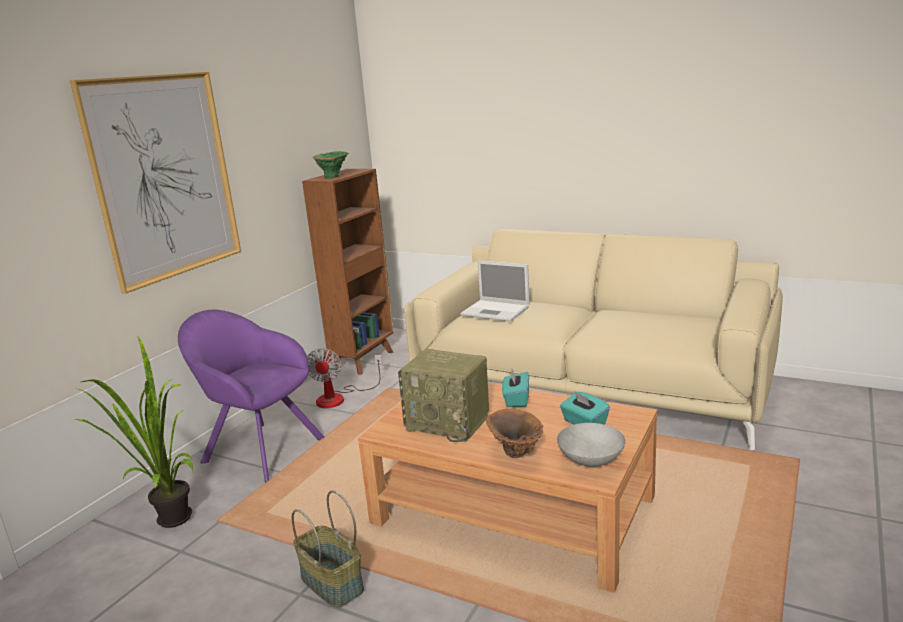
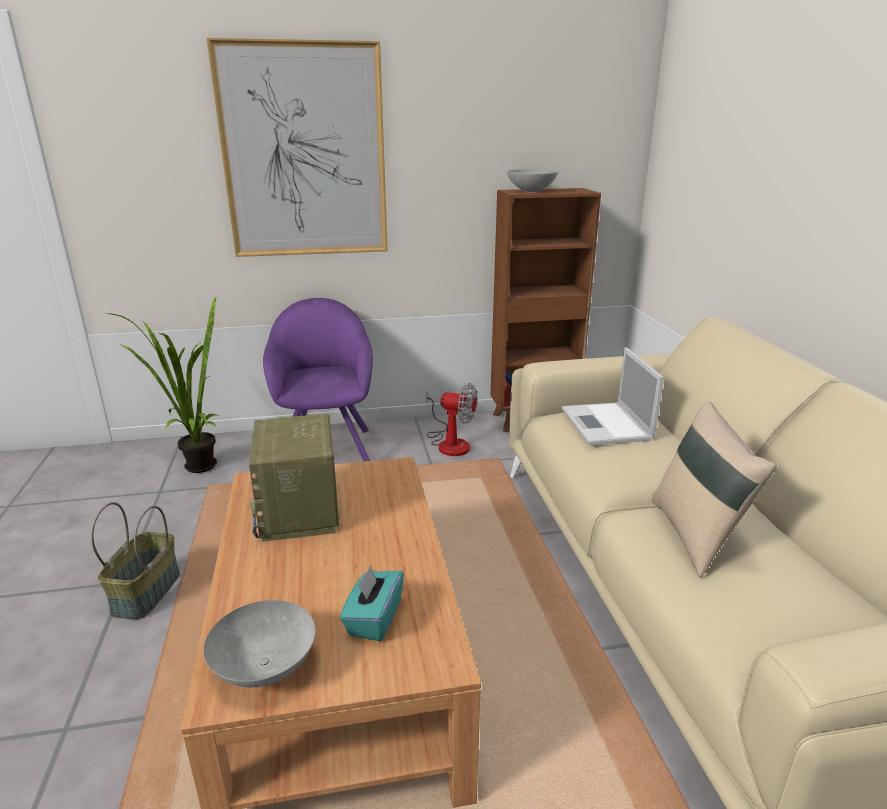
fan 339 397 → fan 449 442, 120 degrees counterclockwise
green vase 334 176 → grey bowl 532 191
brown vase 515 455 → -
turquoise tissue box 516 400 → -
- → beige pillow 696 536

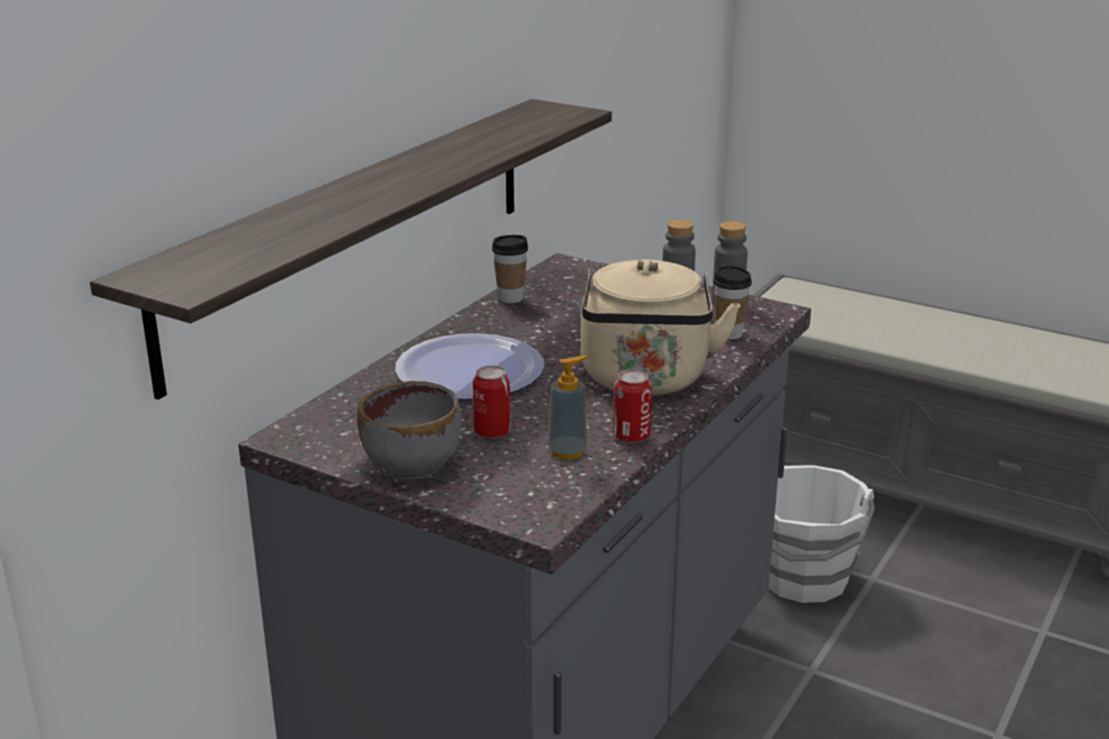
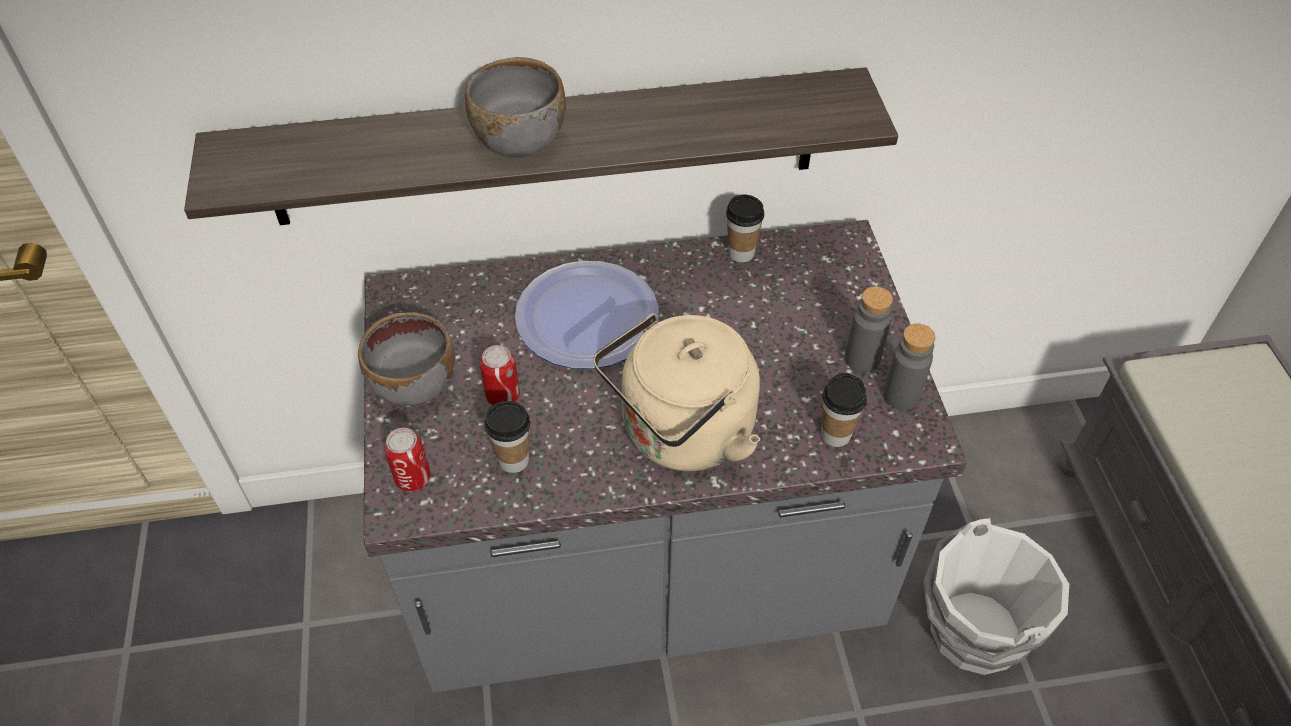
soap dispenser 567 451 → cup 513 460
can 631 436 → can 412 478, moved
- → grey bowl 519 139

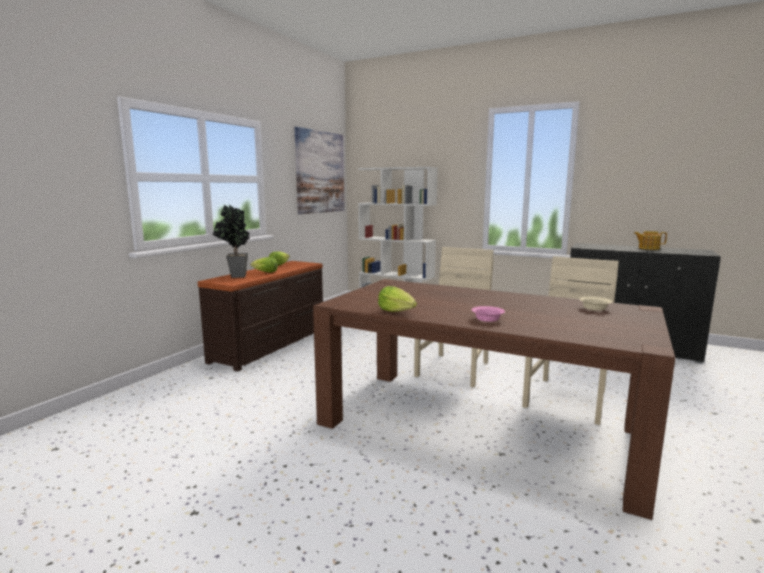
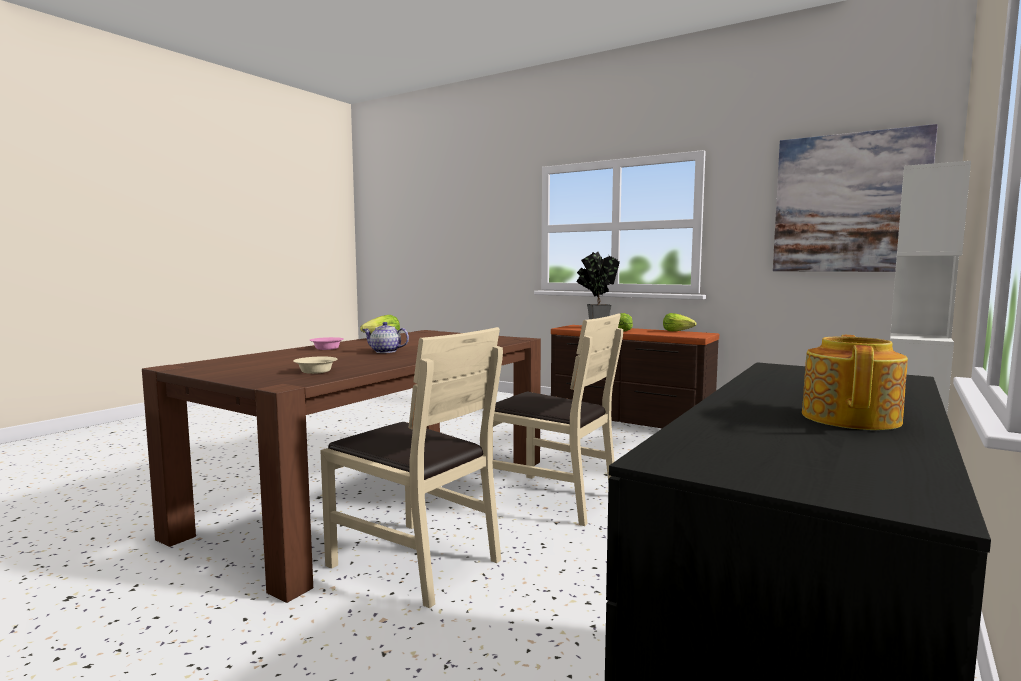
- → teapot 385 351

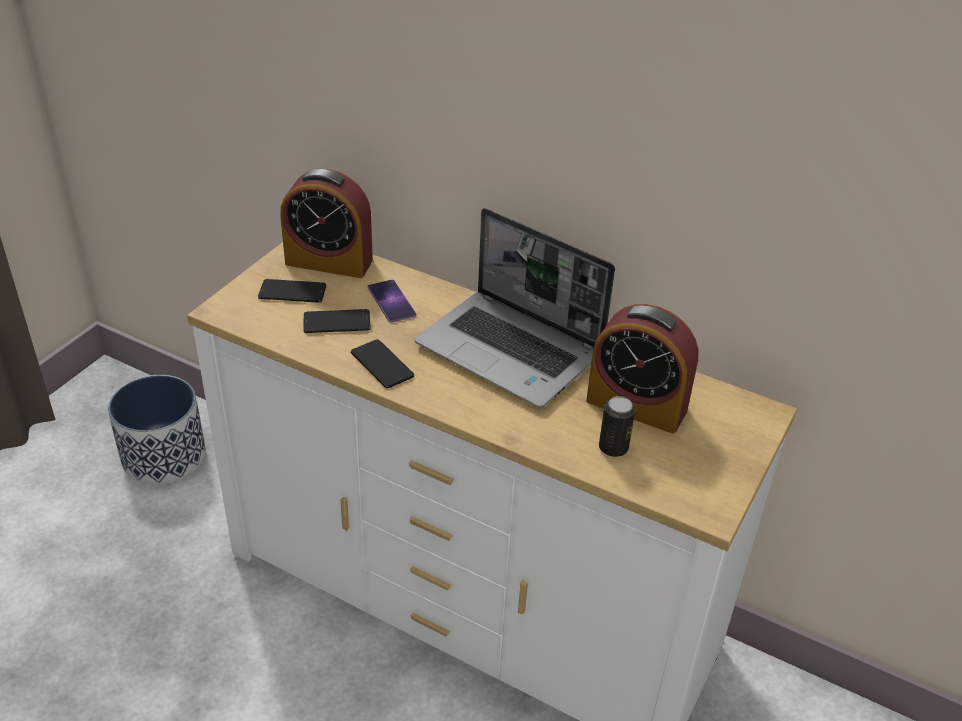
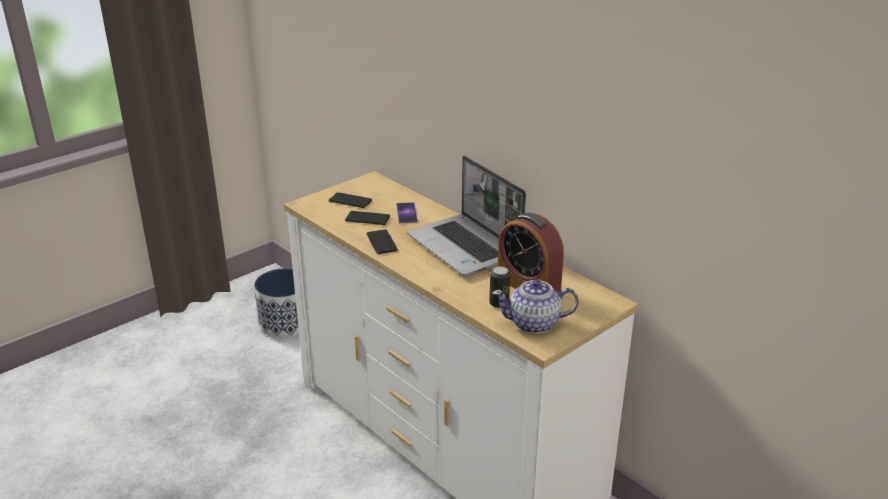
alarm clock 329 262 → -
- → teapot 534 324

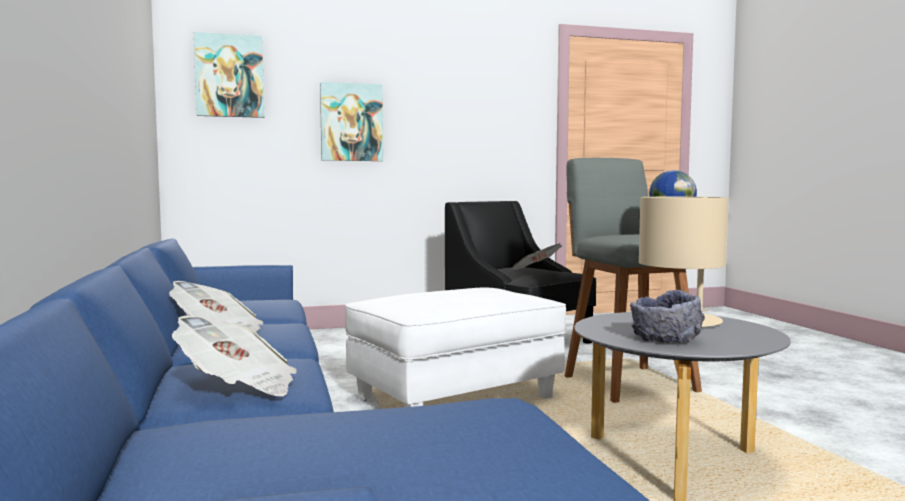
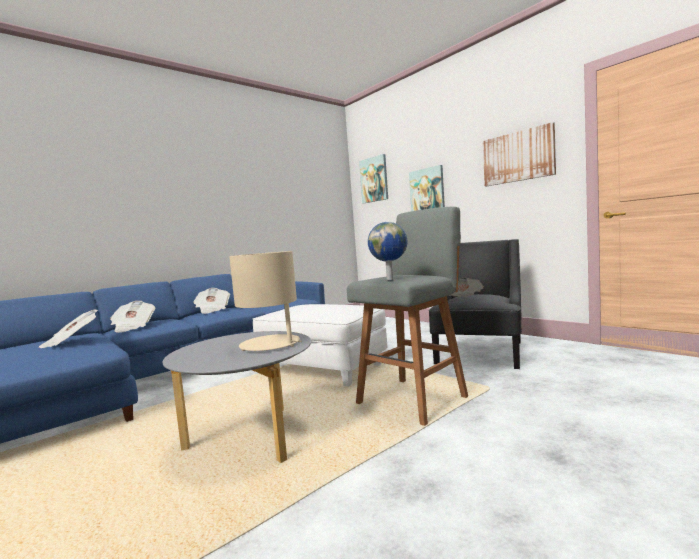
grey bowl 666 339 → -
- → newspaper 71 342
- → picture 518 156

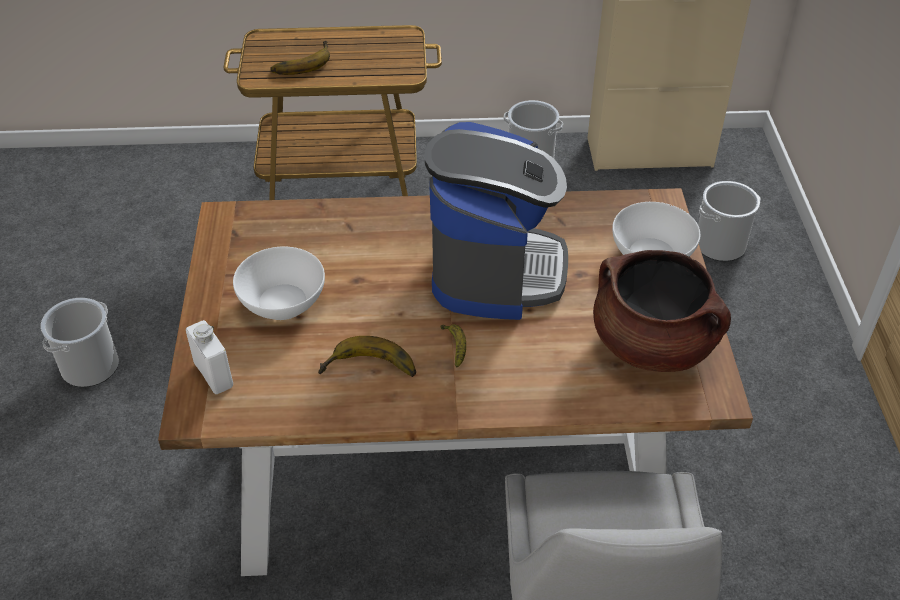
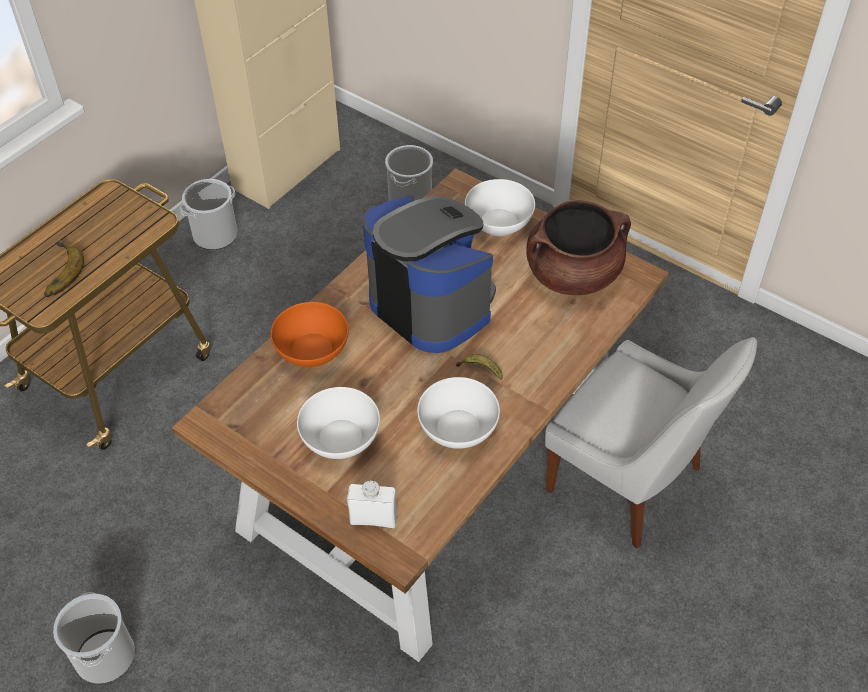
banana 369 371 → white bowl 457 428
- → orange bowl 311 350

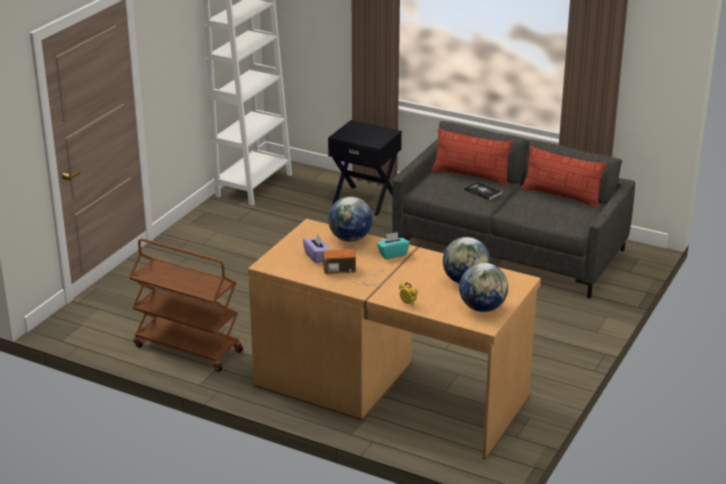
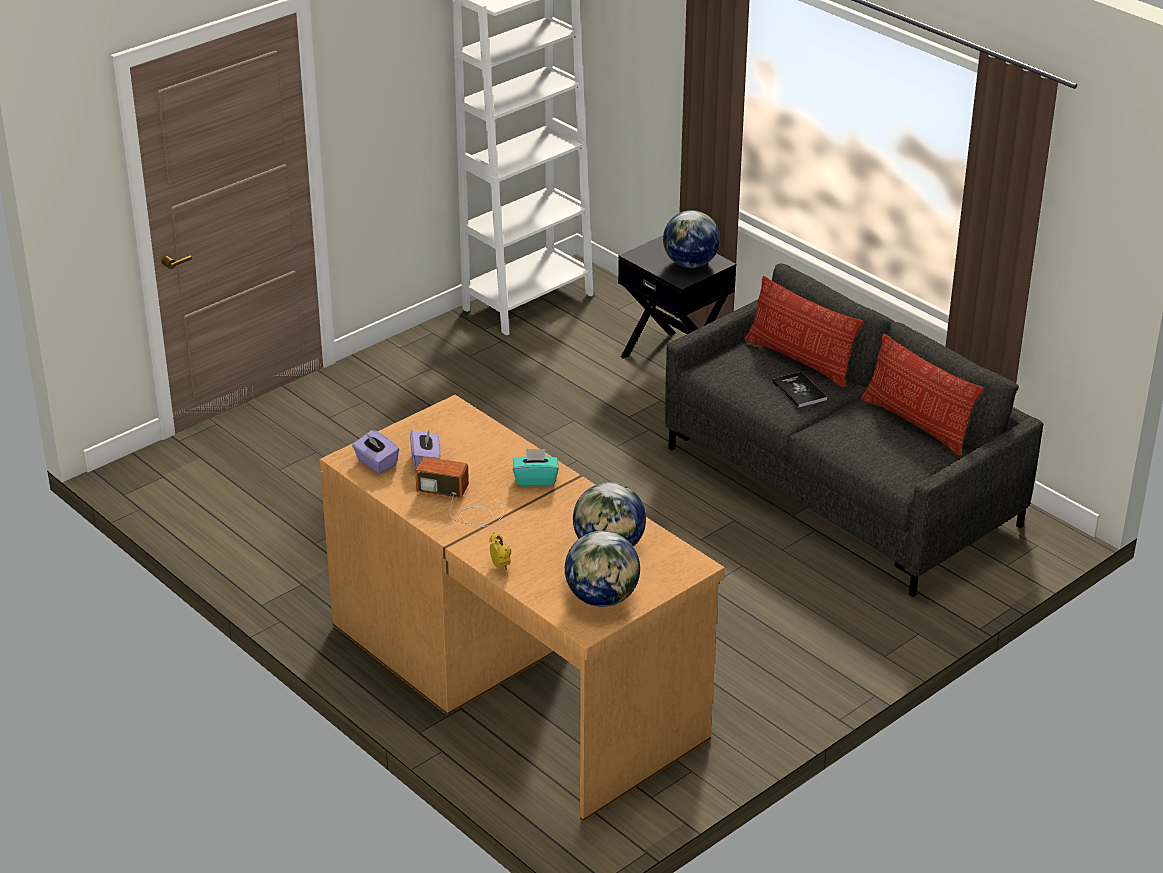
brown cart 187 349 → -
globe 350 238 → globe 690 264, moved
- → purple tissue box 376 463

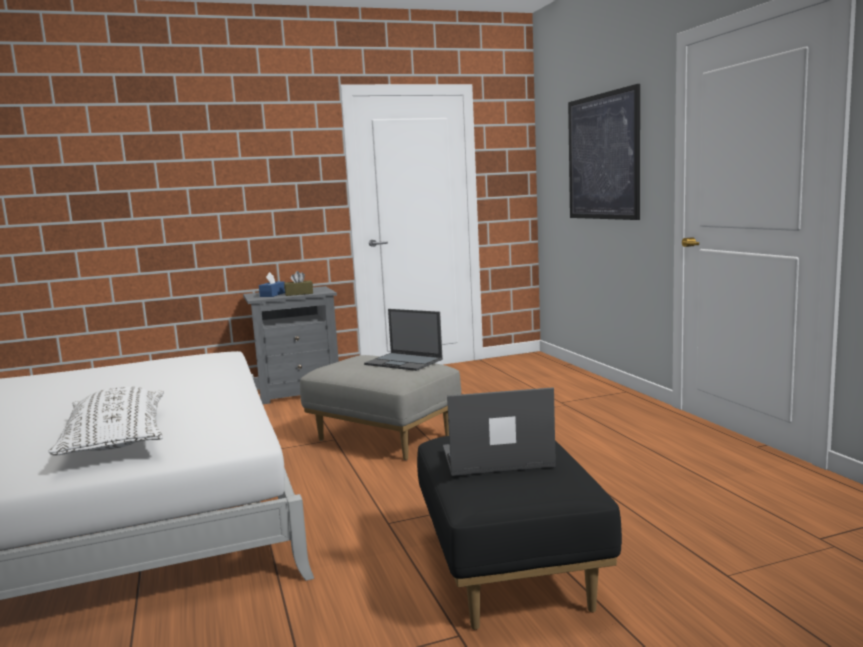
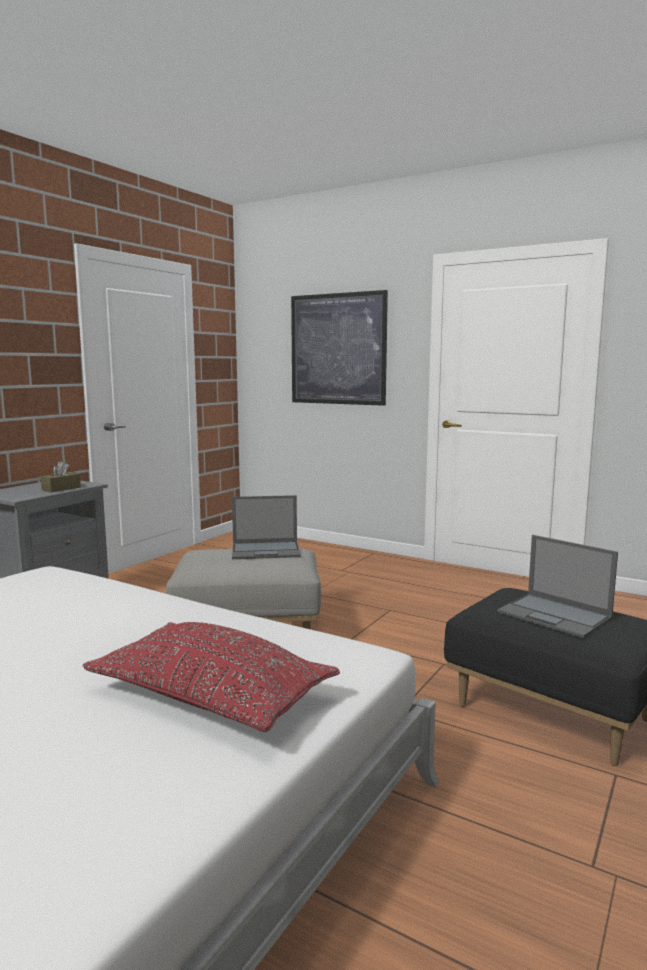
white pillow 117 440 → red pillow 210 696
blue tissue box 272 294 → -
laptop 495 457 → laptop 555 615, 90 degrees counterclockwise

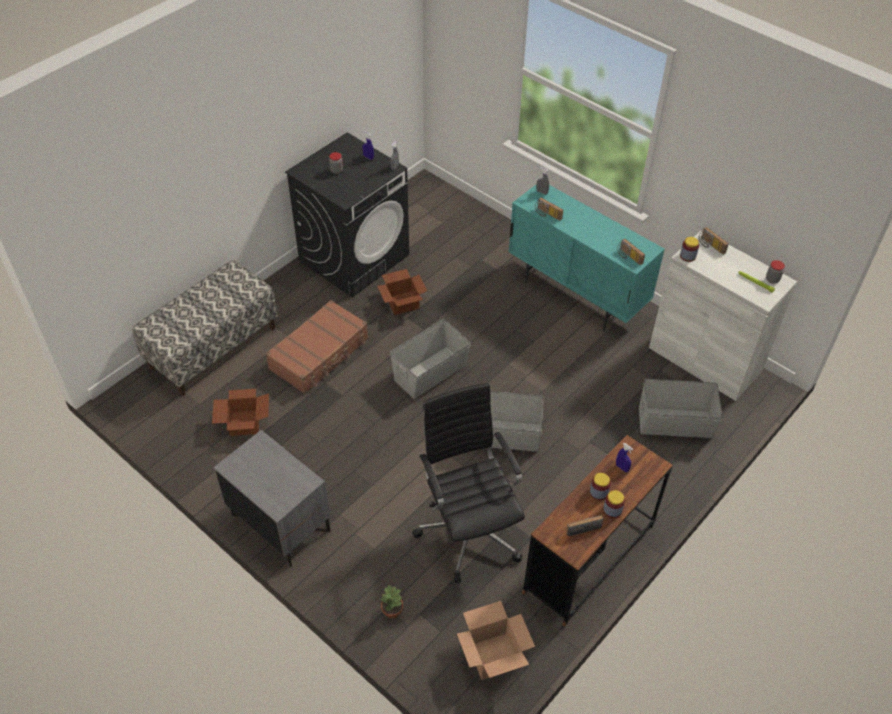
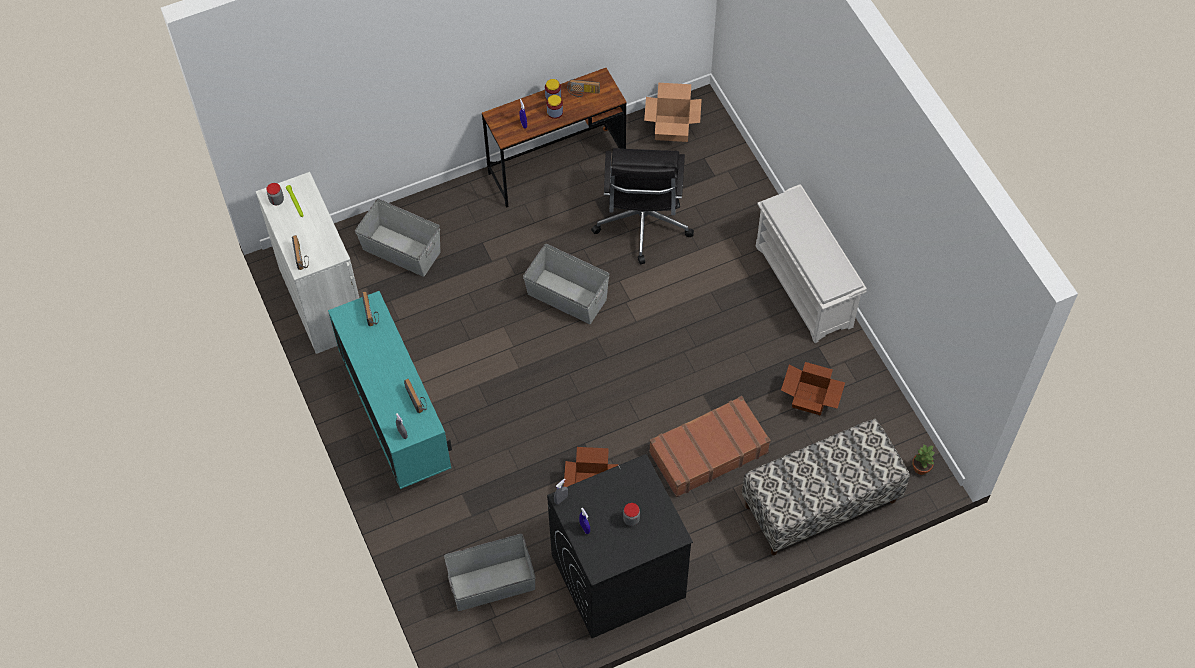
grey nightstand 279 523 → white shoe rack 805 287
potted plant 392 611 → potted plant 921 467, moved
grey storage box 431 372 → grey storage box 491 583, moved
jar 687 256 → -

